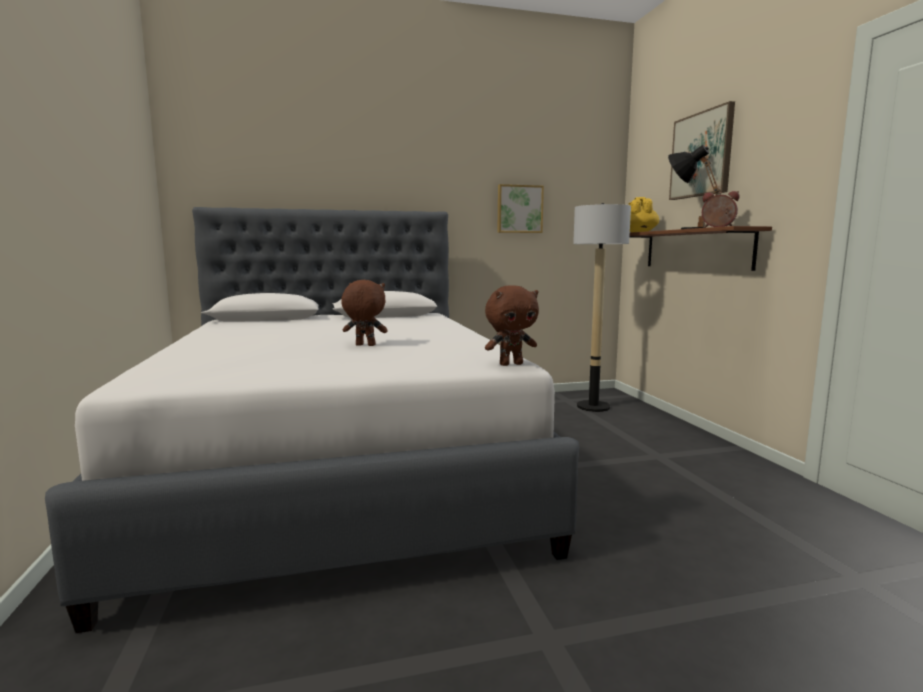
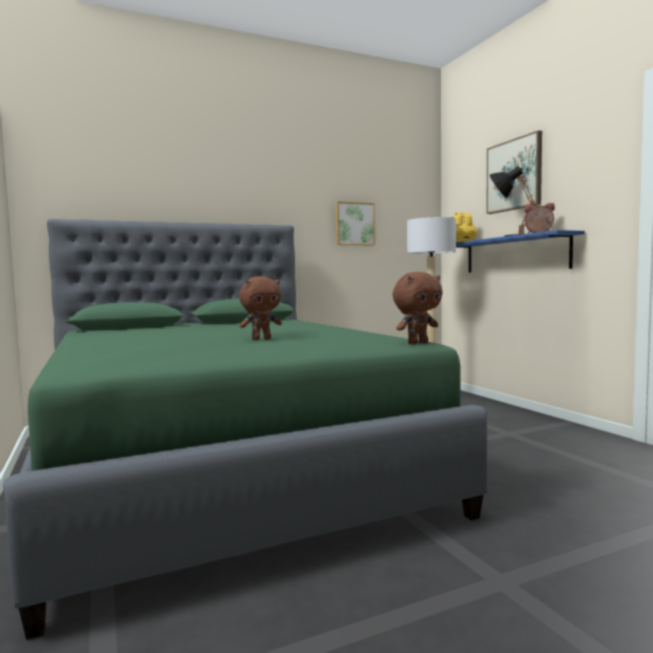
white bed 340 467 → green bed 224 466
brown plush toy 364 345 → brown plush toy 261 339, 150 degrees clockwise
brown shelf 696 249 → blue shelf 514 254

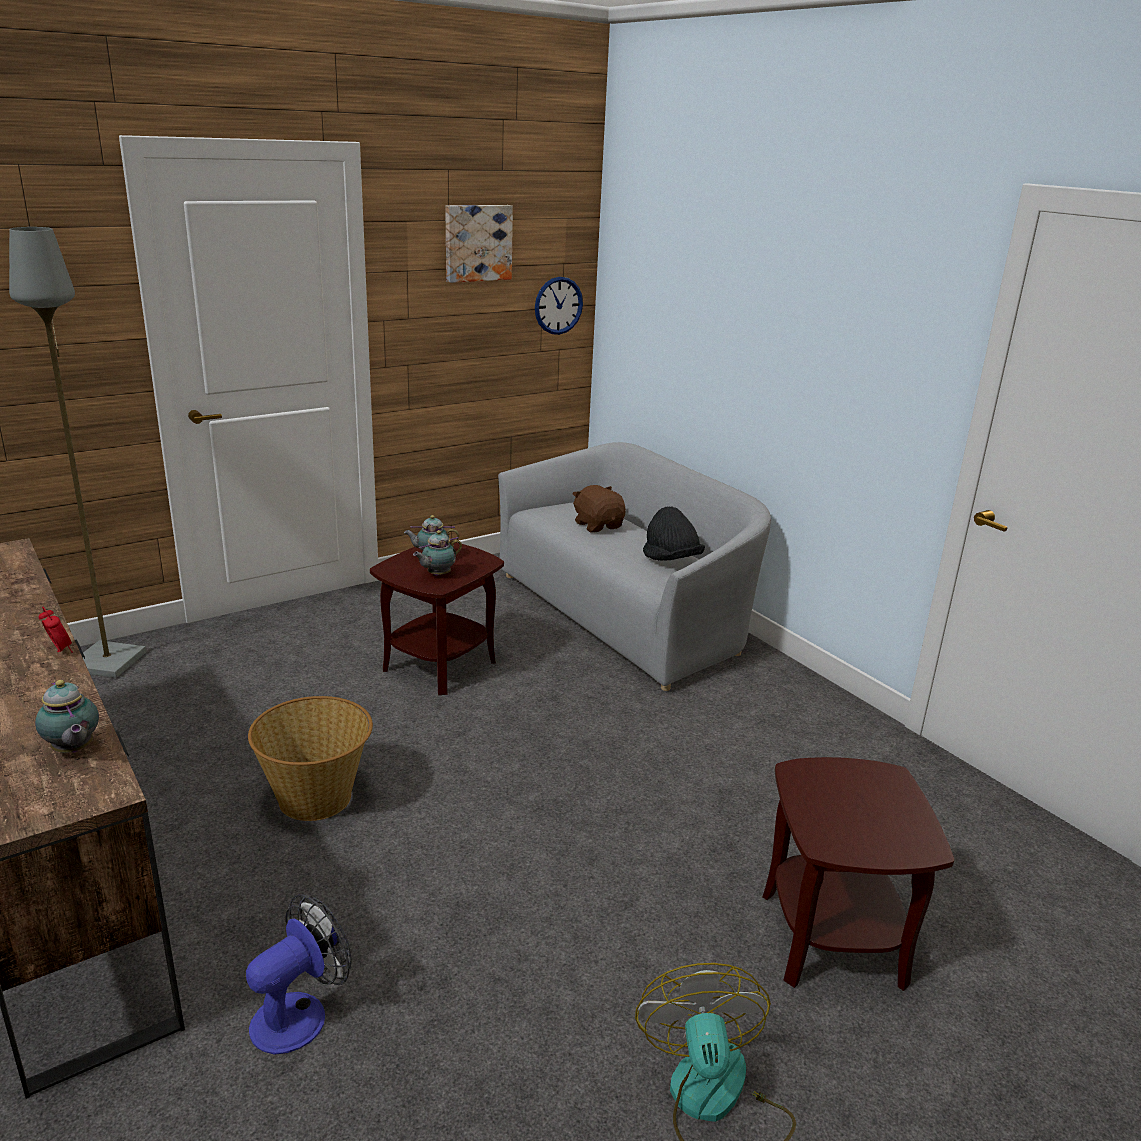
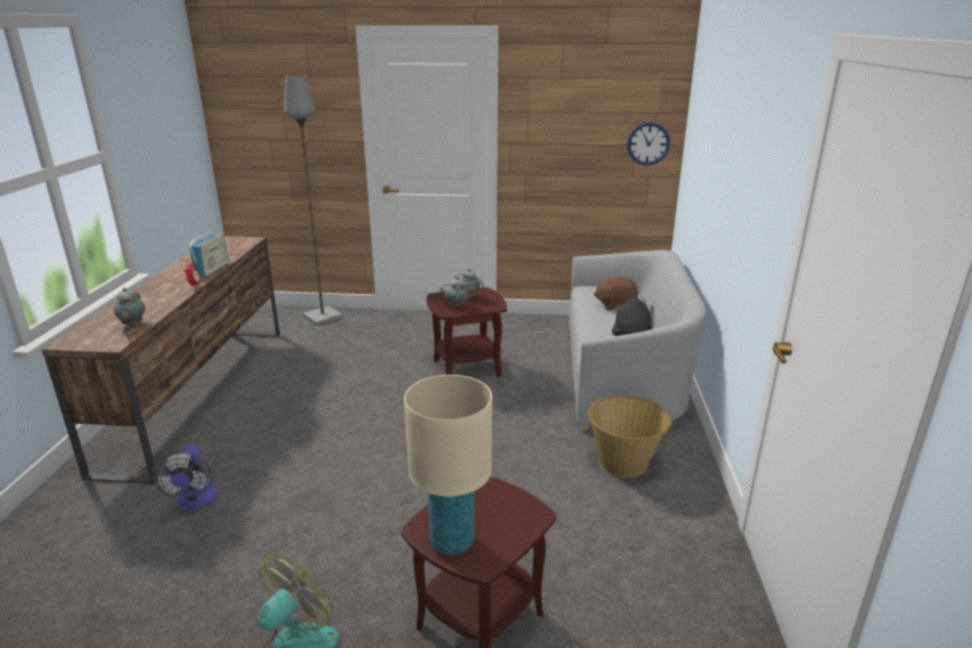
fan 300 1014 → fan 194 501, 90 degrees clockwise
basket 316 797 → basket 624 463, moved
picture 477 243 → -
brown plush toy 598 525 → brown plush toy 615 305, 105 degrees counterclockwise
- → radio 212 270
- → beige table lamp 452 542

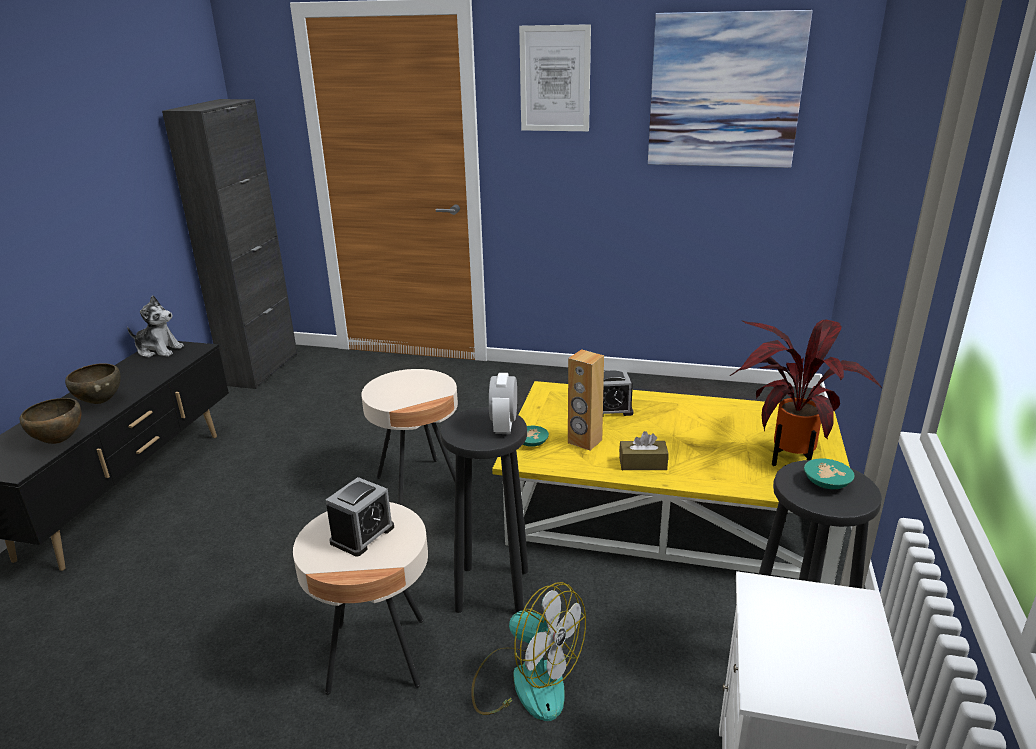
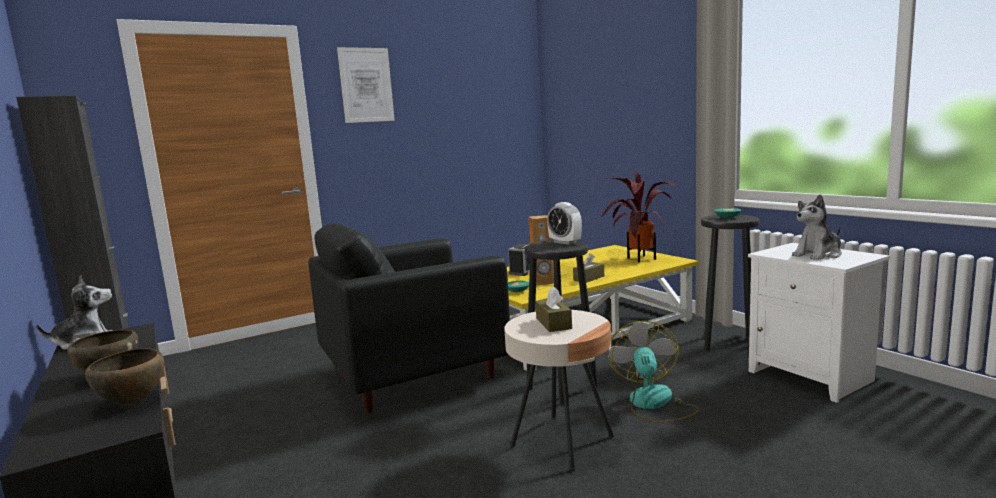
alarm clock 362 535 → brown tissue box 553 323
beige side table 418 484 → black armchair 415 377
fan 526 681 → fan 653 404, 75 degrees counterclockwise
picture 724 91 → -
- → plush toy 818 255

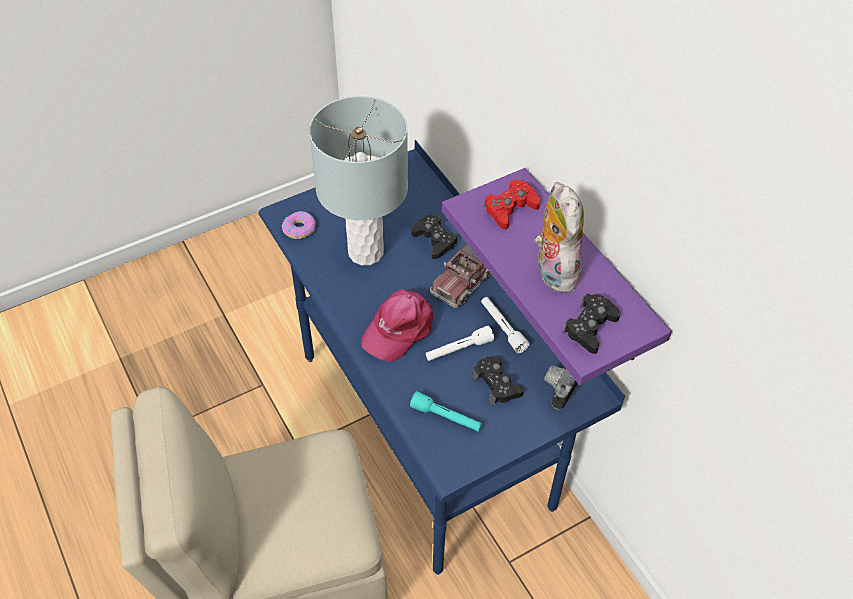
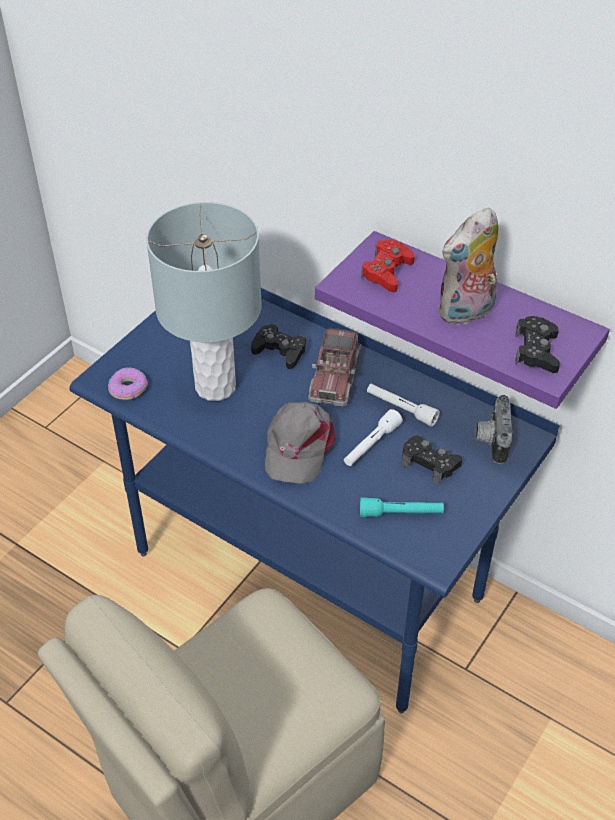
pink cap 399 328 → grey cap 298 447
plush toy 553 270 → plush toy 466 312, 90 degrees counterclockwise

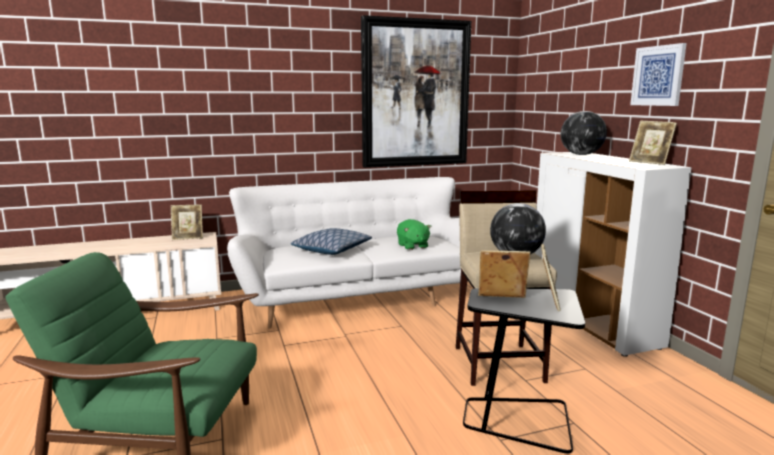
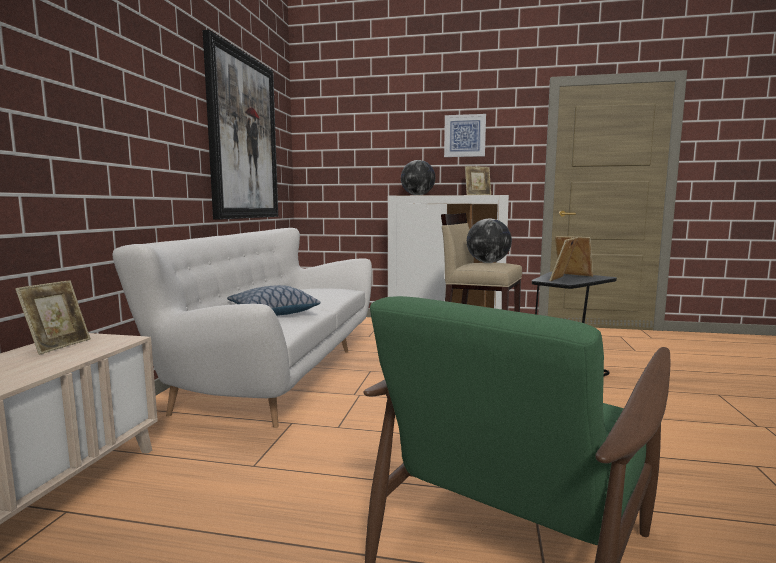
green plush toy 412 246 → -

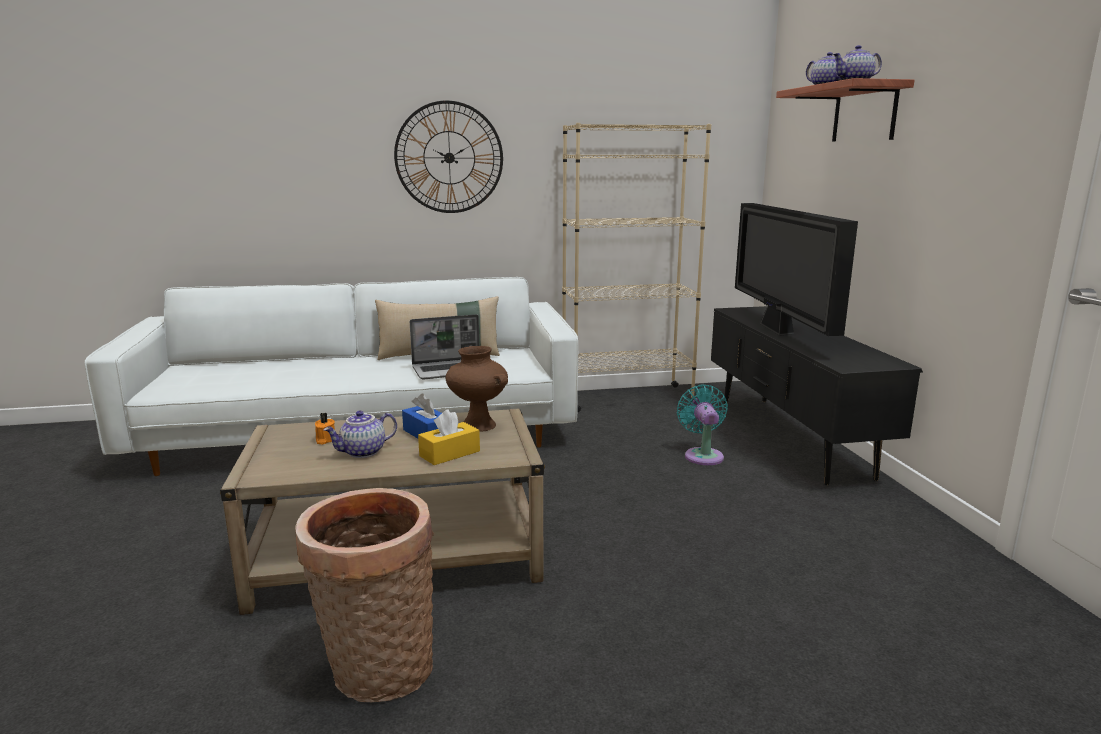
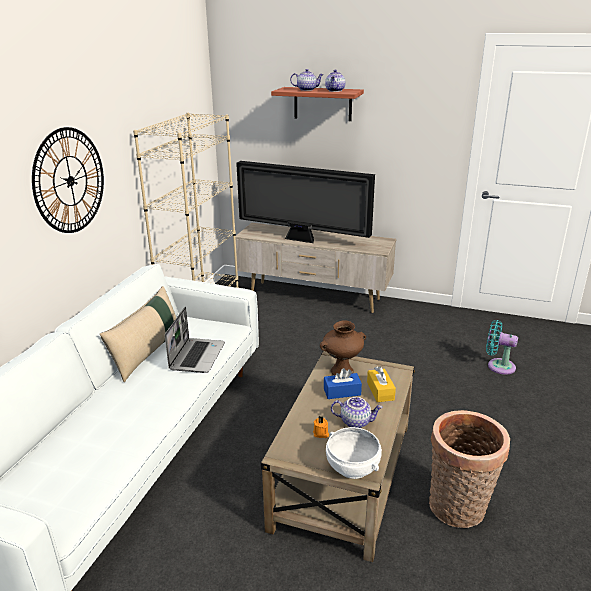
teapot 363 452 → teapot 356 422, 75 degrees counterclockwise
turquoise fan 703 455 → turquoise fan 498 366, moved
black tv stand 789 437 → beige tv stand 314 297
- → white bowl 353 467

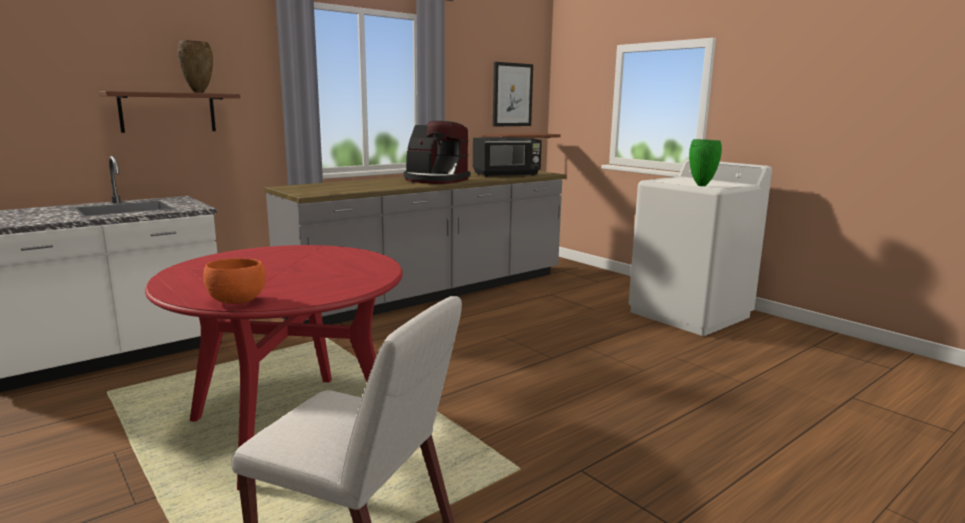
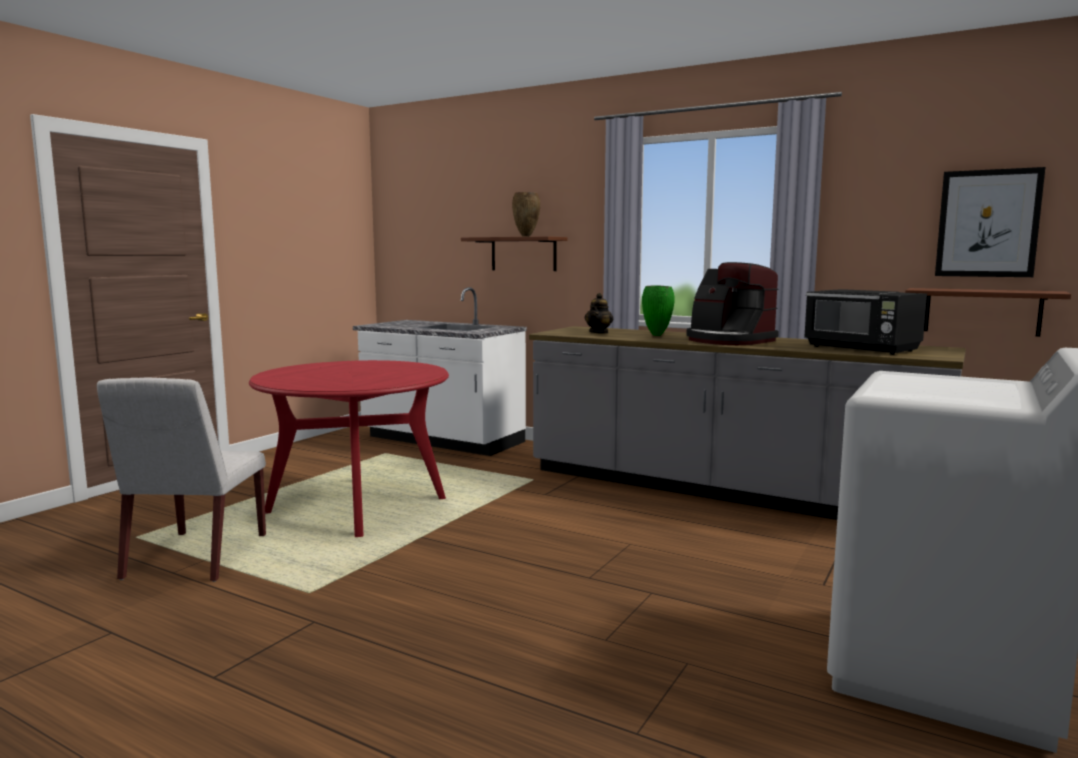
orange bowl 238 302 → -
coffee machine 435 180 → coffee machine 728 340, 45 degrees counterclockwise
green vase 702 186 → green vase 657 335, moved
- → teapot 599 332

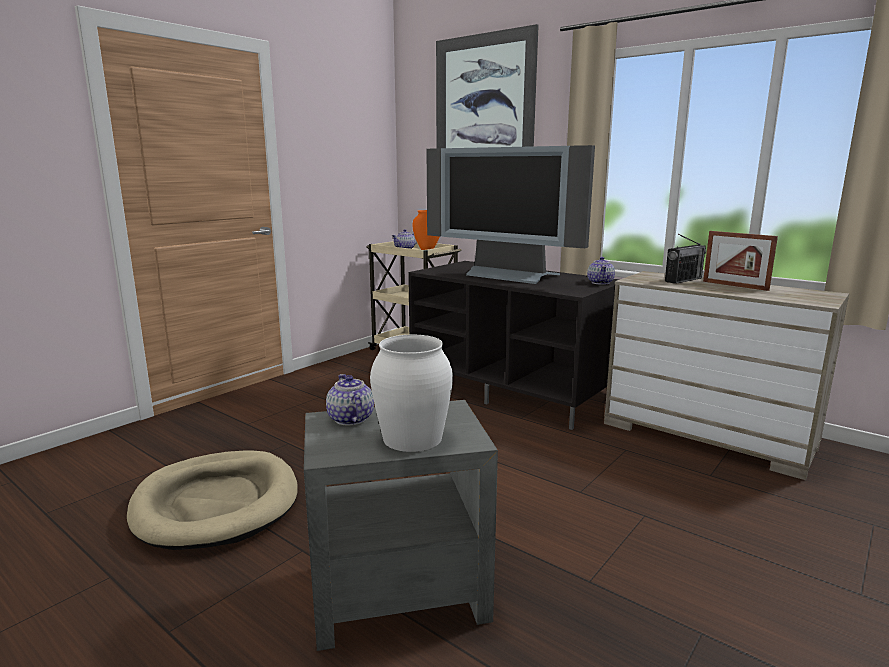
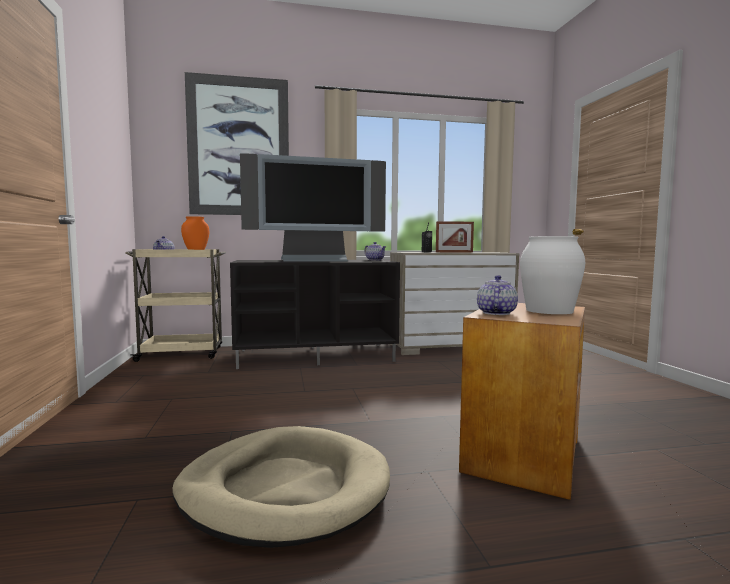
grey side table 397 592 → brown side table 521 454
teapot 350 419 → teapot 495 313, 90 degrees clockwise

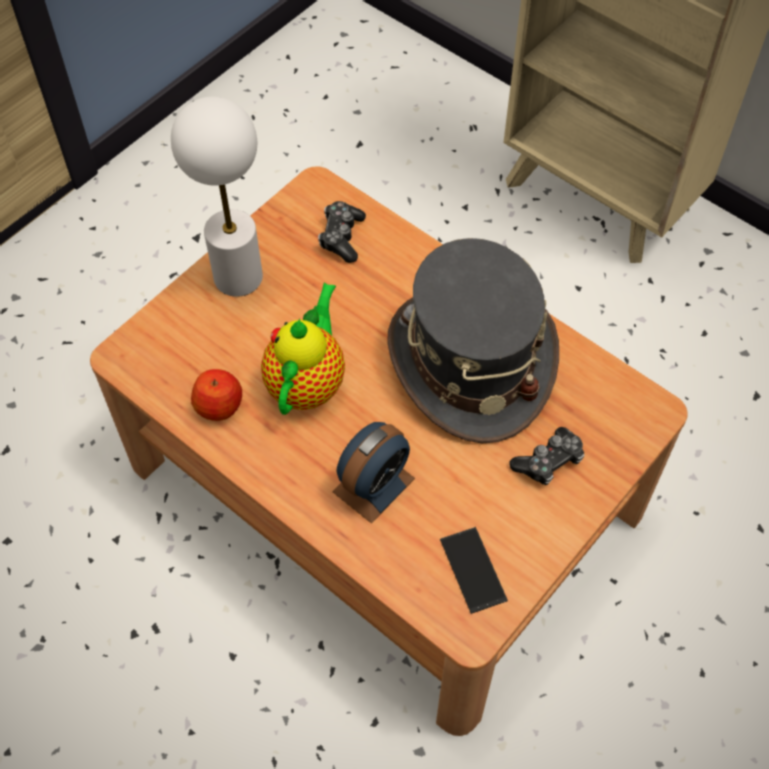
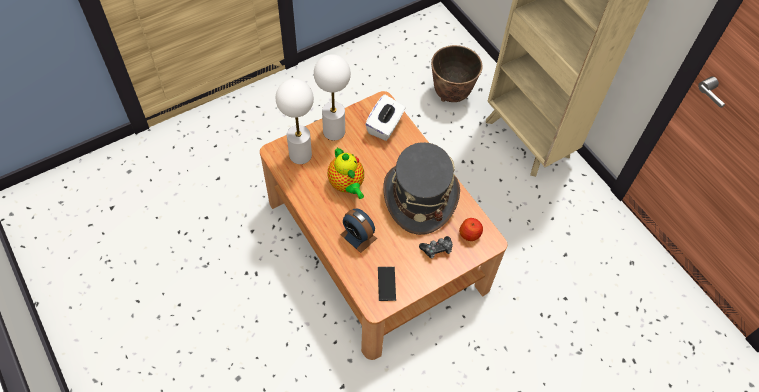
apple 219 405 → apple 470 234, moved
teapot 307 382 → teapot 347 185, 120 degrees clockwise
game controller 341 237 → white tissue box 385 126
alarm clock 373 485 → alarm clock 358 236, 75 degrees clockwise
- → white table lamp 300 155
- → planter 451 94

